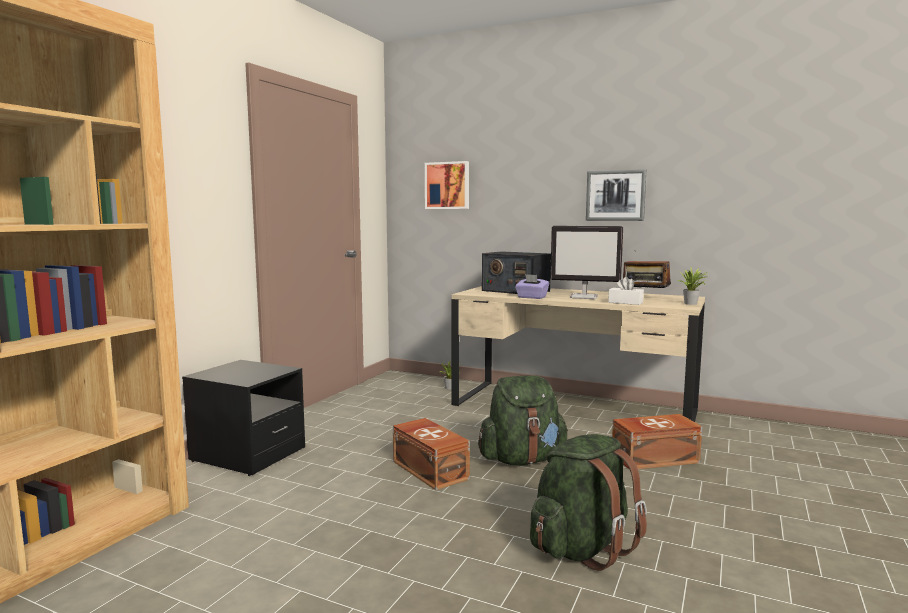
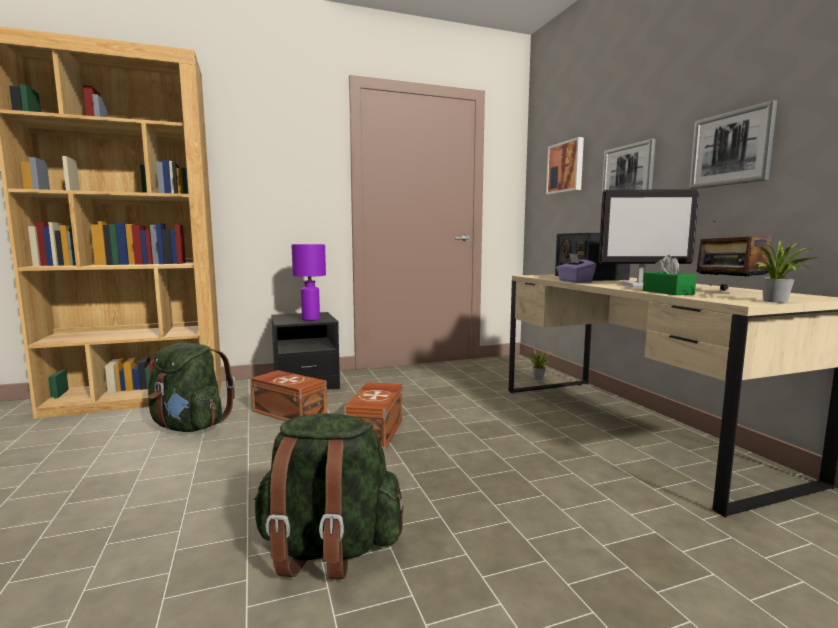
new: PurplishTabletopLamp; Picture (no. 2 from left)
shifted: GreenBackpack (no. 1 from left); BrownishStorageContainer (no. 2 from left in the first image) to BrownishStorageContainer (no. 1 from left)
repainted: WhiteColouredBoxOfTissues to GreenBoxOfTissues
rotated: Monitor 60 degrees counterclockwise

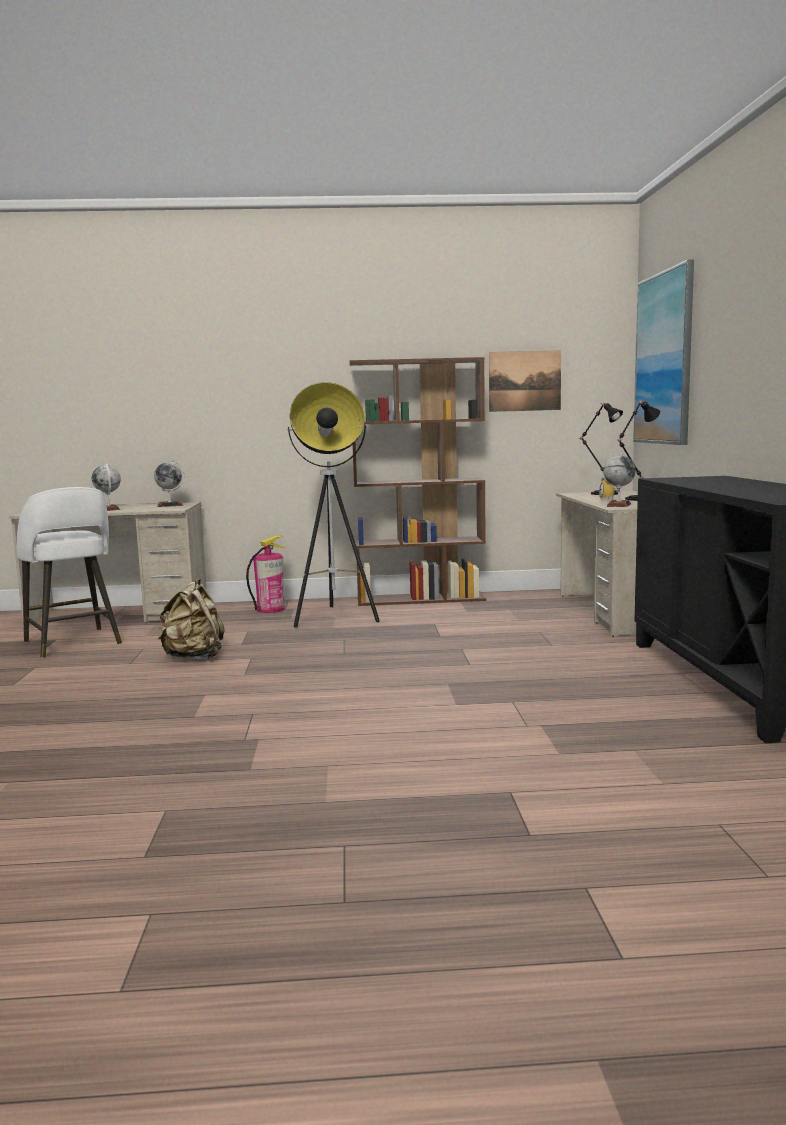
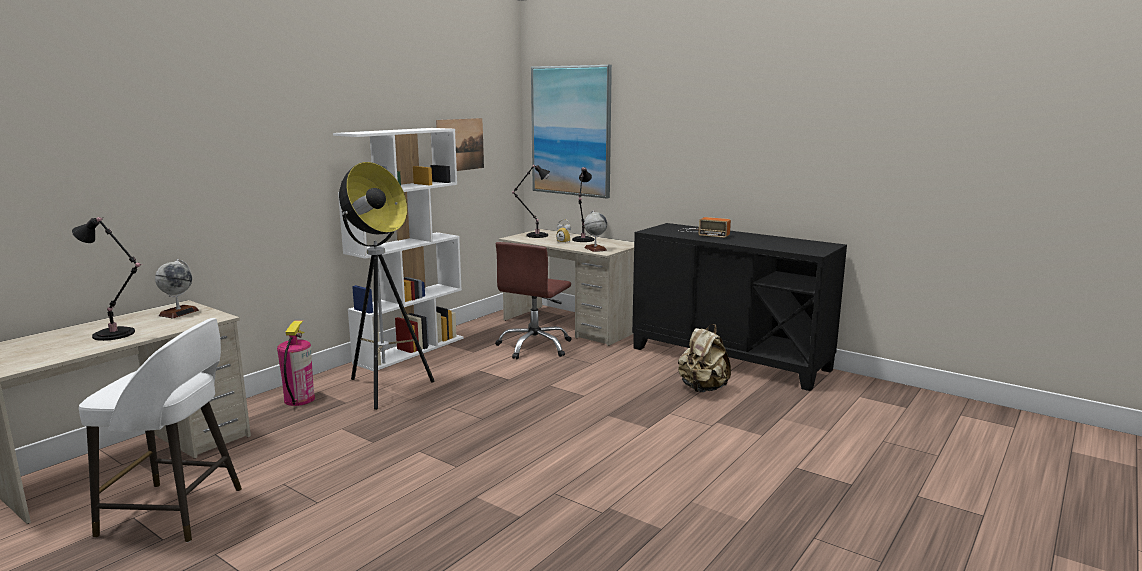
new: BrownishDeskChair; RadioReceiver
shifted: SandColouredBackpack
swapped: Globe (no. 1 from left) to BlackishTabletopLamp (no. 1 from left)
repainted: BrownishBookcase to WhiteColouredBookcase

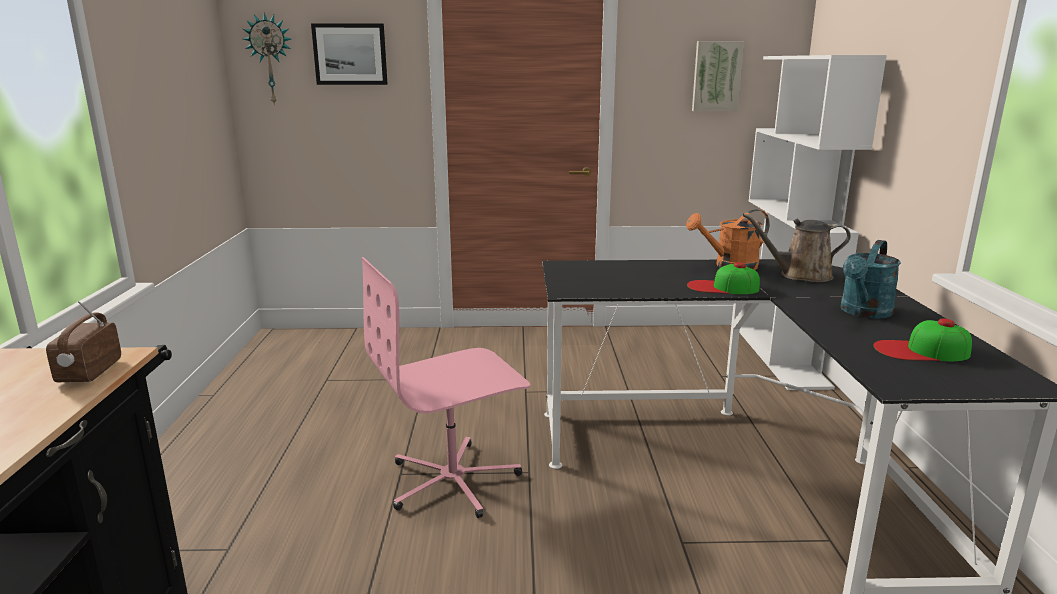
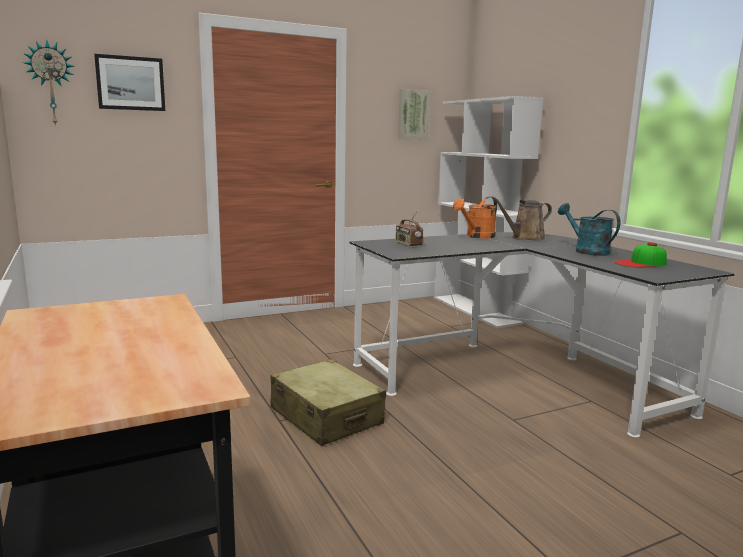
gone: BaseballCap (no. 1 from left)
shifted: RadioReceiver
swapped: PinkDeskChair to SandColouredSuitcase
rotated: TurquoiseWateringPot 135 degrees clockwise

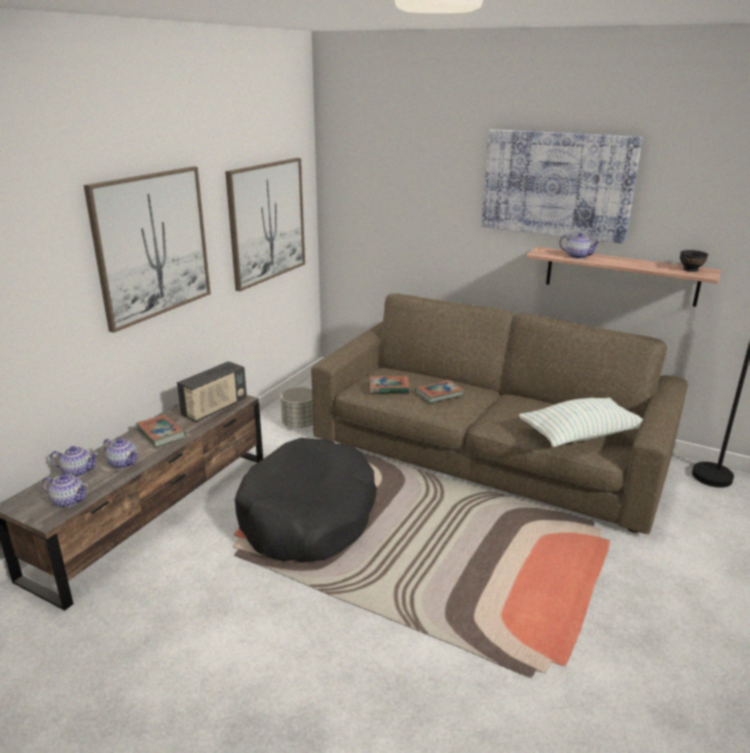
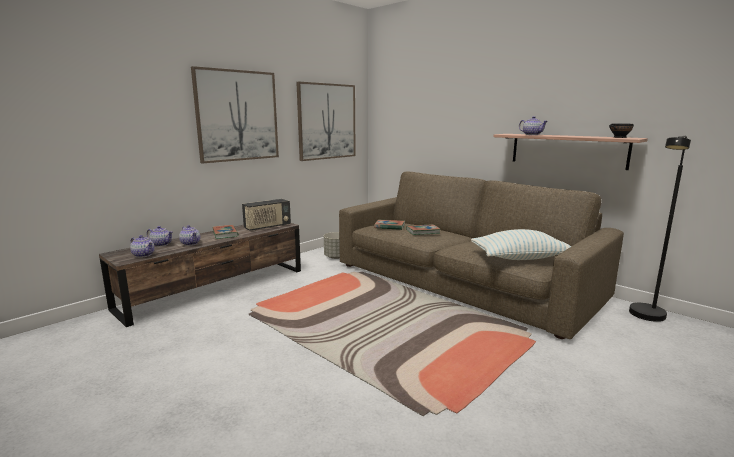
gone: BlackishDogBed; Picture (no. 3 from left)

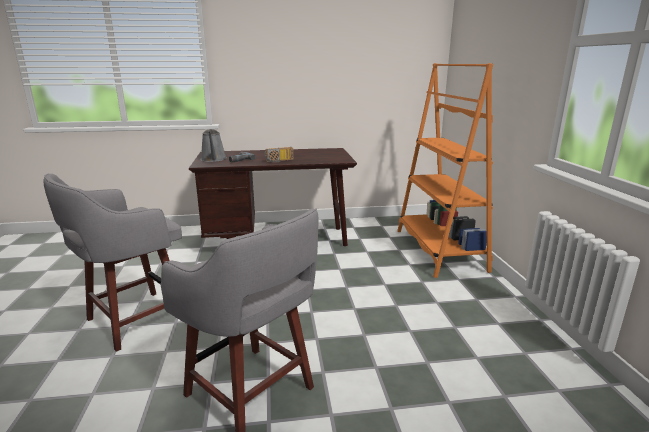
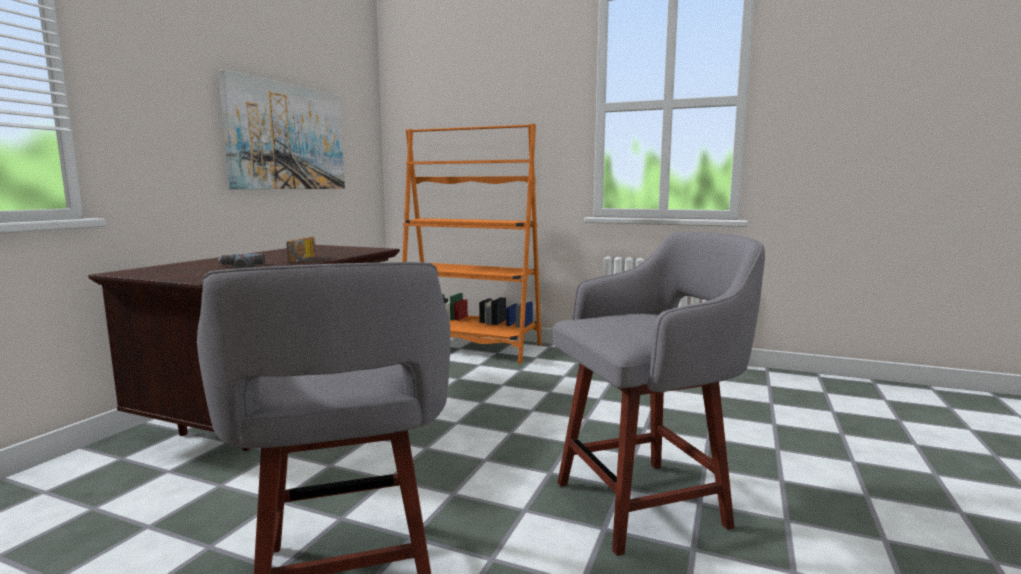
gone: GreyishWateringPot
new: Picture

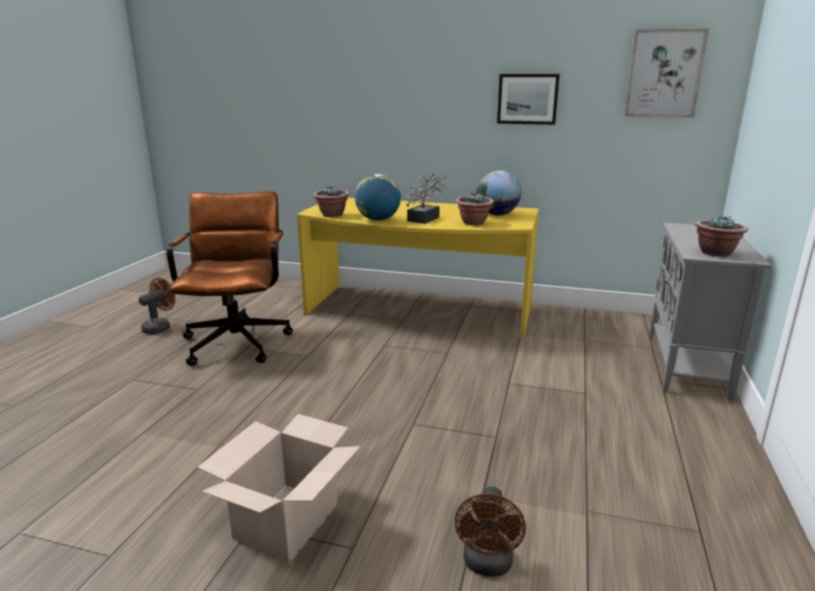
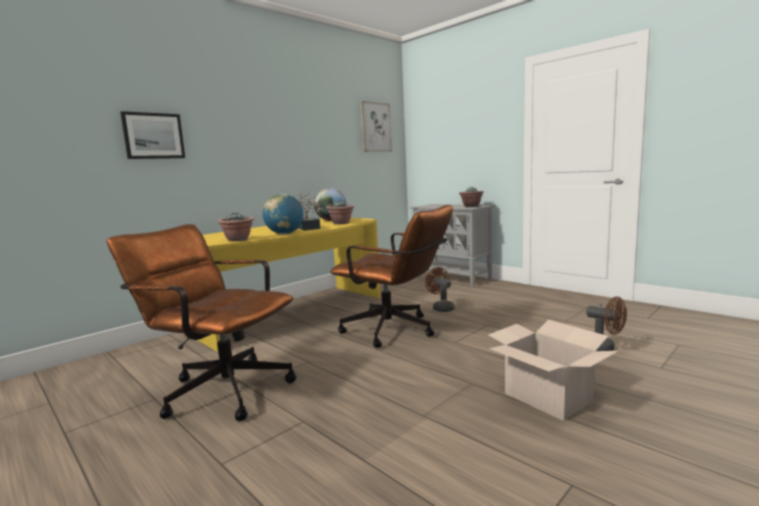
new: BrownishDeskChair (no. 2 from left)
shifted: Picture (no. 1 from left); BrownishFan (no. 1 from left)

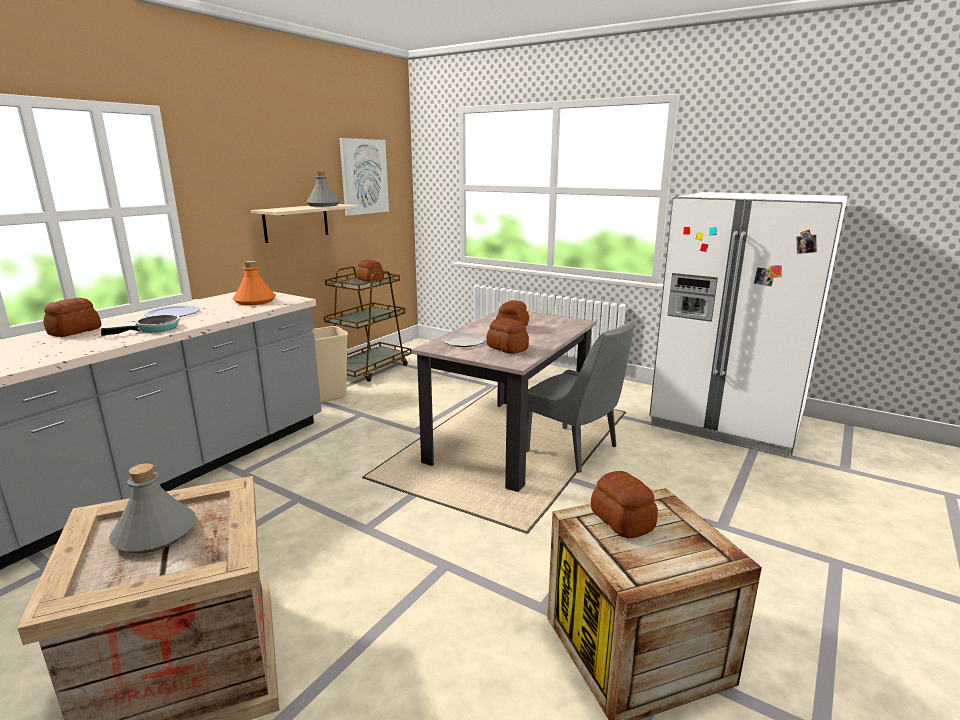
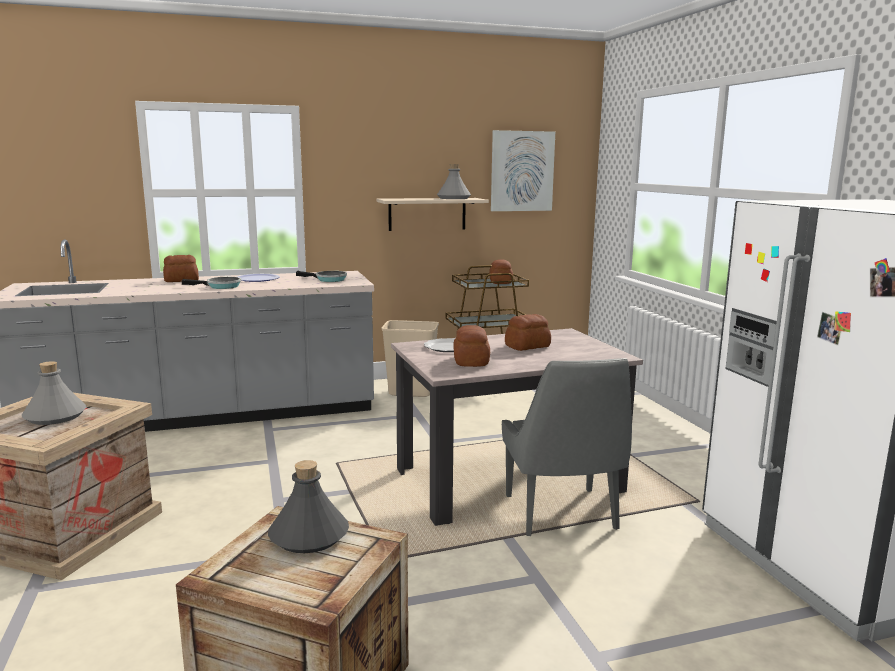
swapped: Bread (no. 5 from left) to GreyishBottle (no. 2 from left); OrangeColouredBottle to Pan (no. 2 from left)

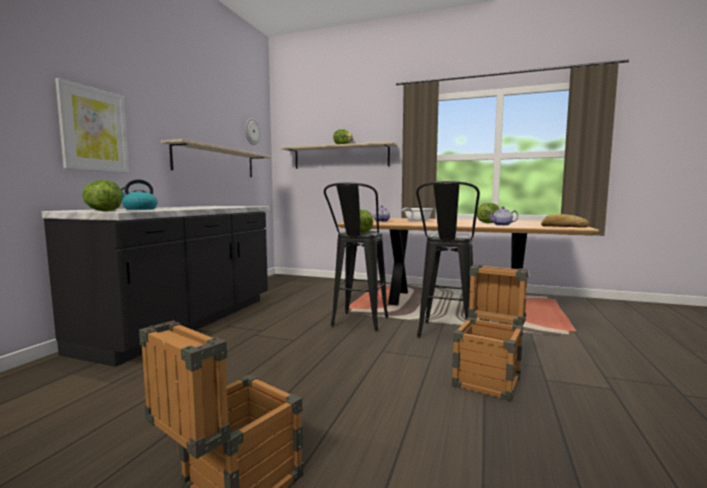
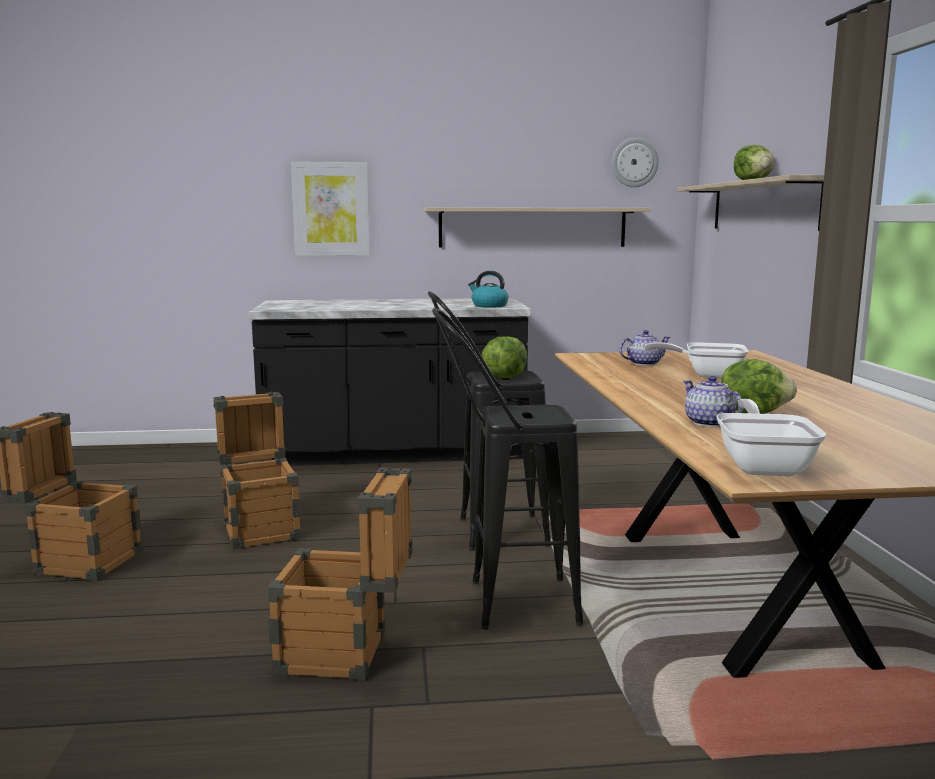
gone: Lettuce (no. 1 from left)
new: PackingCrate (no. 2 from left)
shifted: WaterKettle
swapped: Bread to Pan (no. 2 from left)

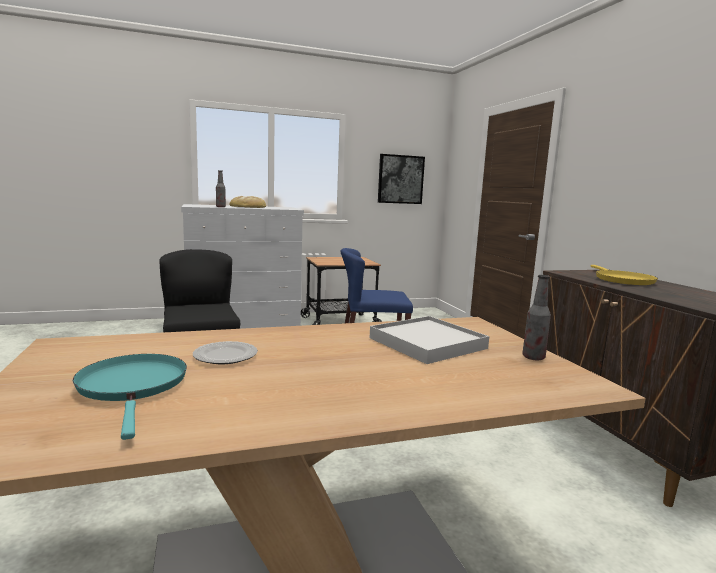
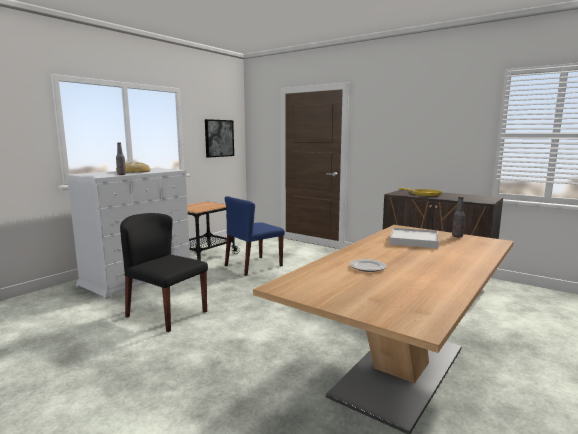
gone: TurquoisePan

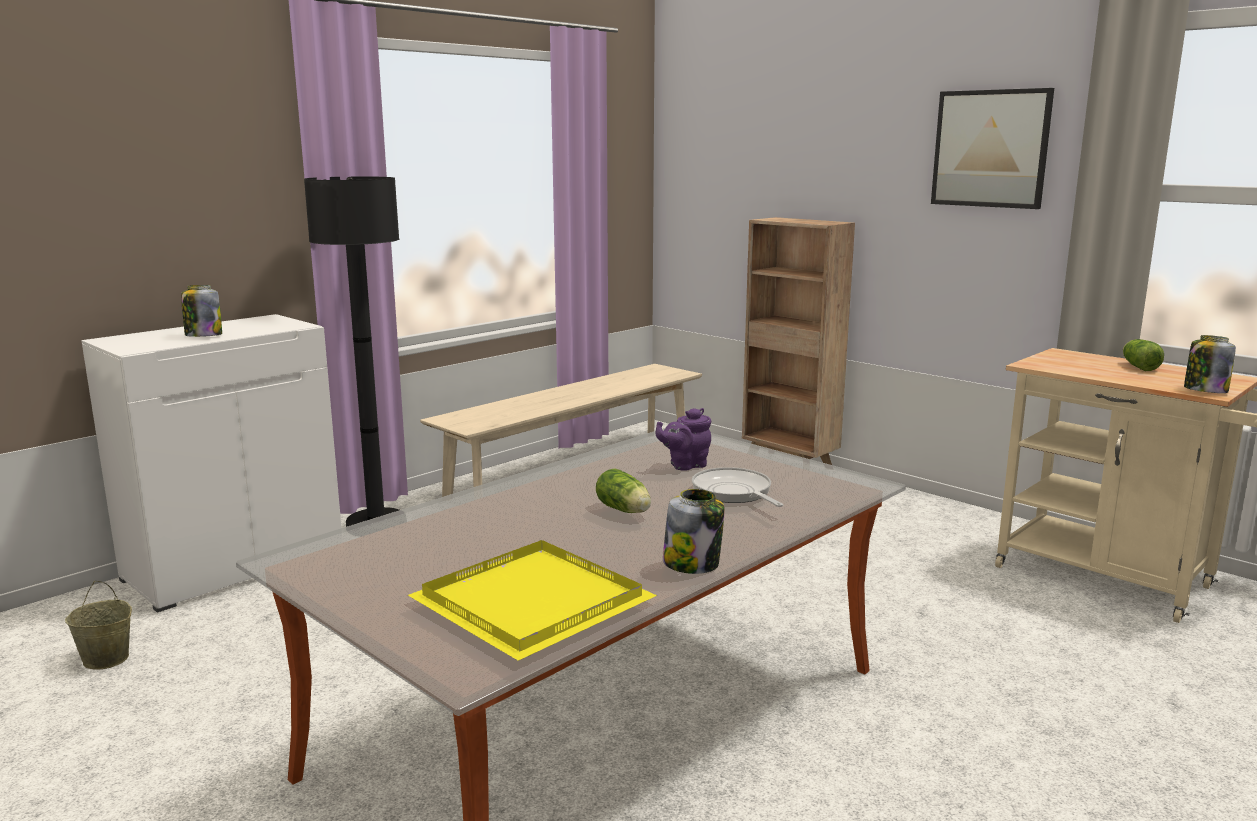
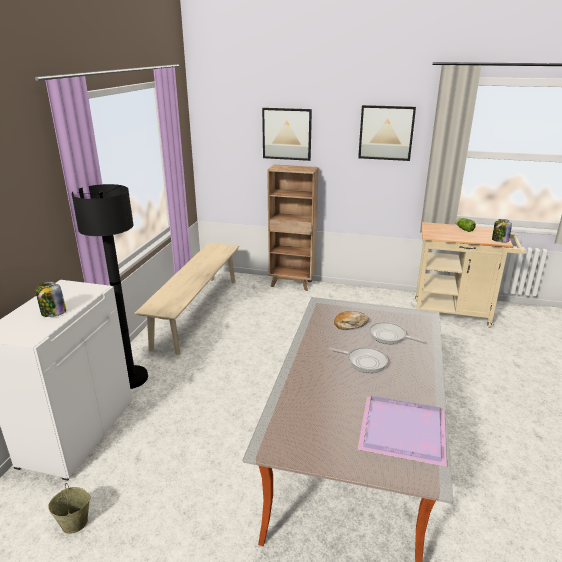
gone: PreserveJar (no. 2 from left)
new: Picture (no. 1 from left)
swapped: Lettuce (no. 1 from left) to Pan (no. 1 from left); PurplishTeapot to Bread
repainted: YellowServingTray to PurplishServingTray

